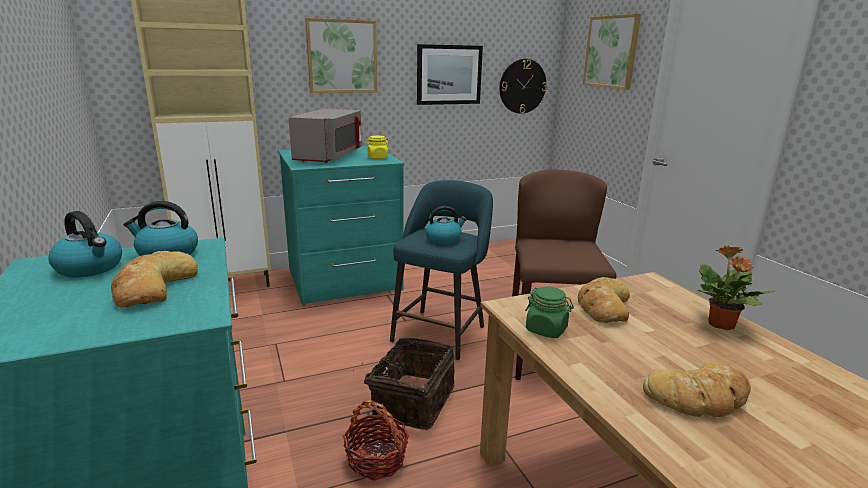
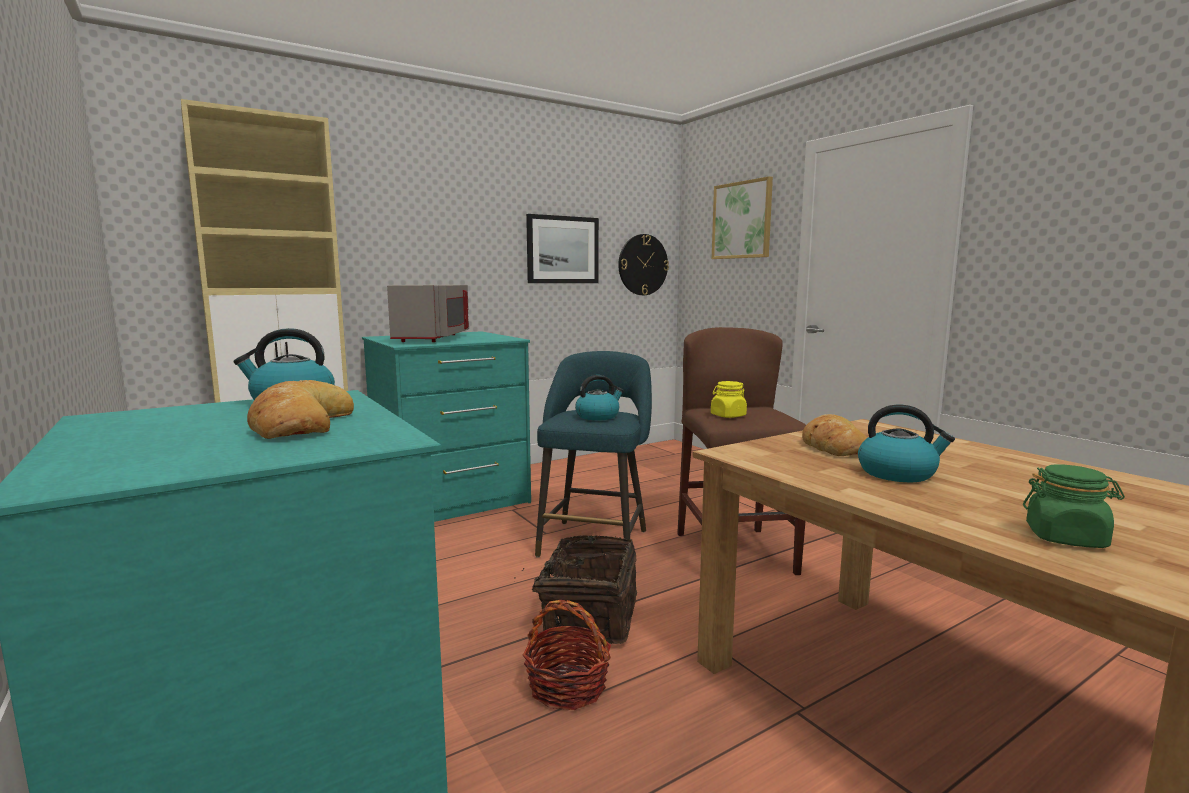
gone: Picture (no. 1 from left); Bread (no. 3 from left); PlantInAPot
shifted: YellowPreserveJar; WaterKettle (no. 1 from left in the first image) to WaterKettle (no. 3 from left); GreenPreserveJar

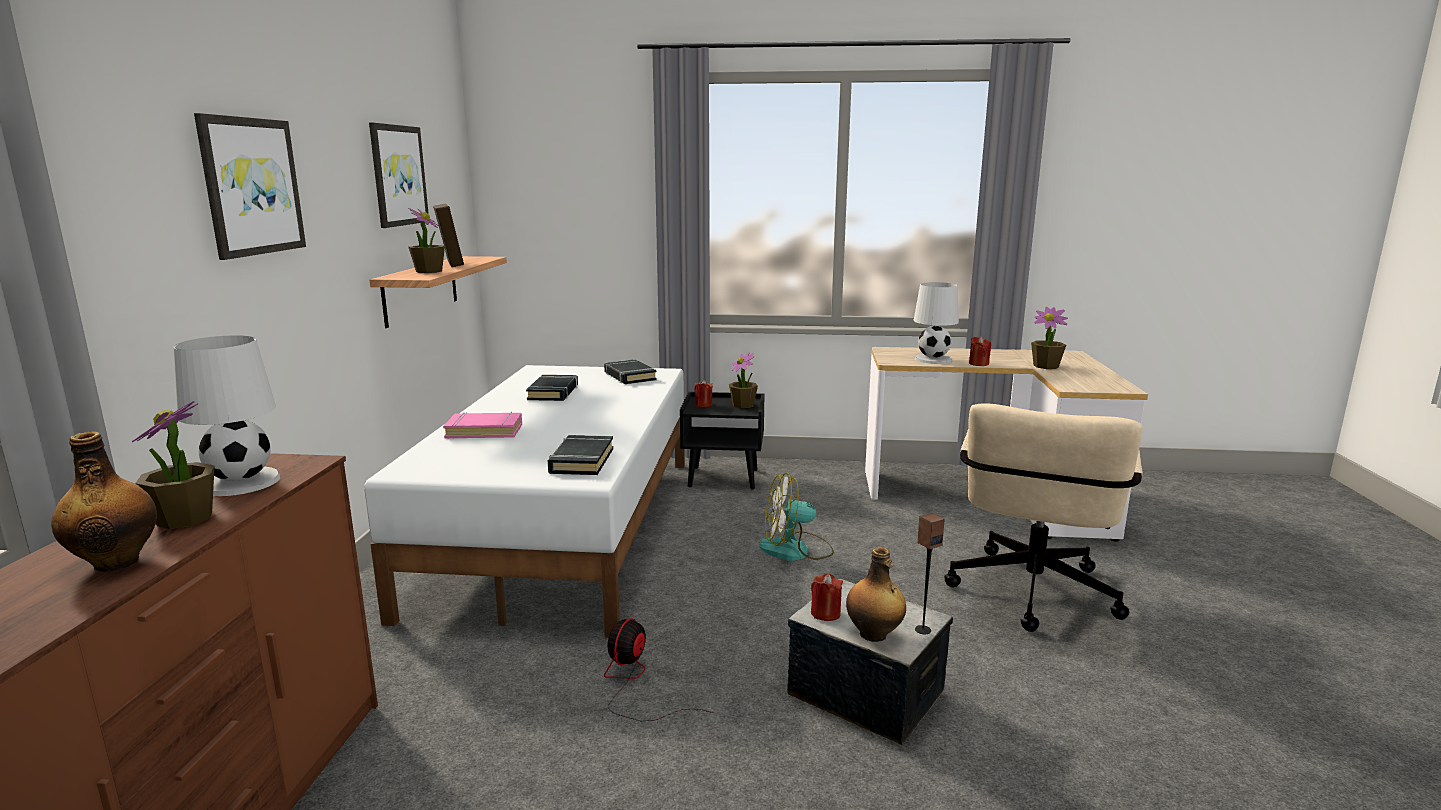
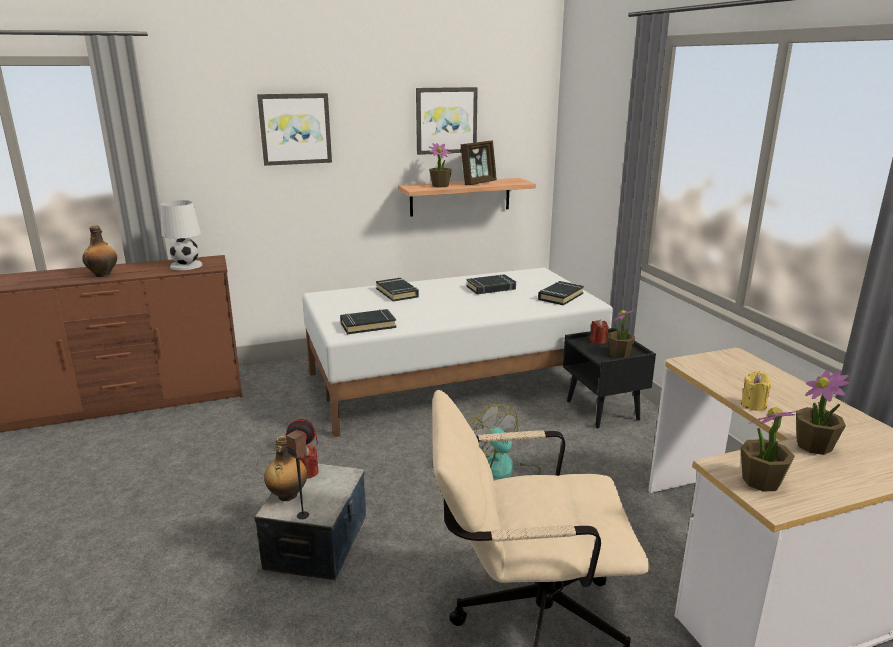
gone: WhiteColouredTabletopLamp (no. 2 from left)
shifted: PlantInAPot (no. 1 from left in the first image) to PlantInAPot (no. 3 from left)
repainted: PinkBook to BlackishBook (no. 2 from left); ReddishCandle (no. 3 from left) to YellowCandle

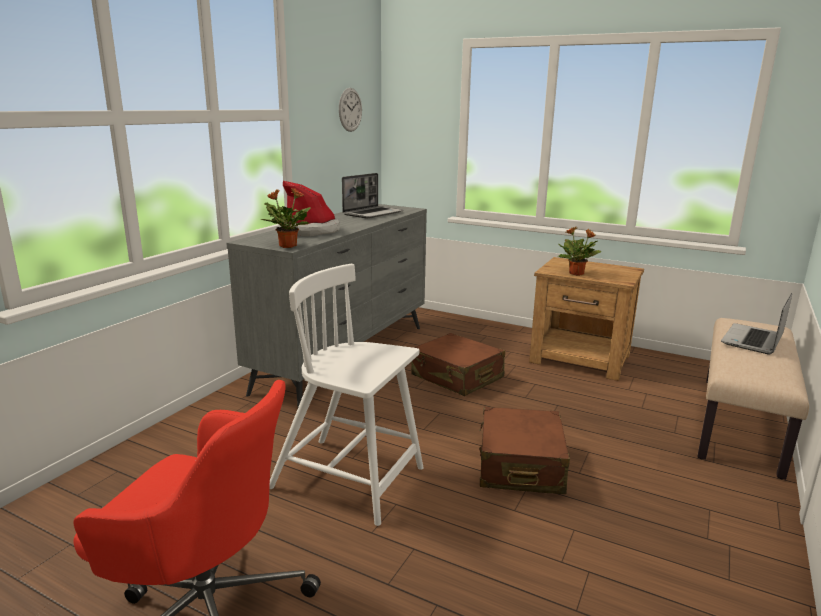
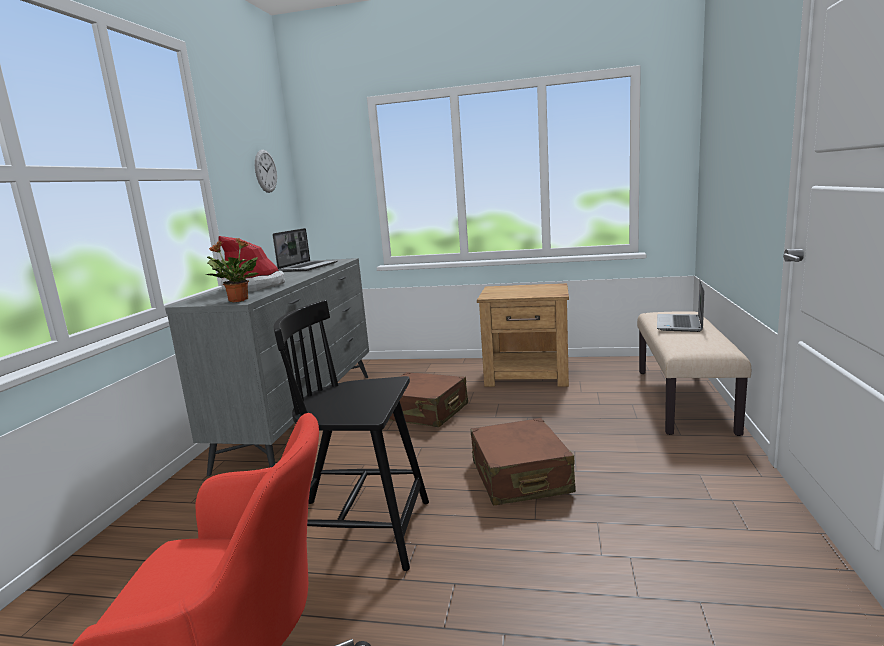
gone: PlantInAPot (no. 2 from left)
repainted: WhiteColouredPlainChair to BlackishPlainChair

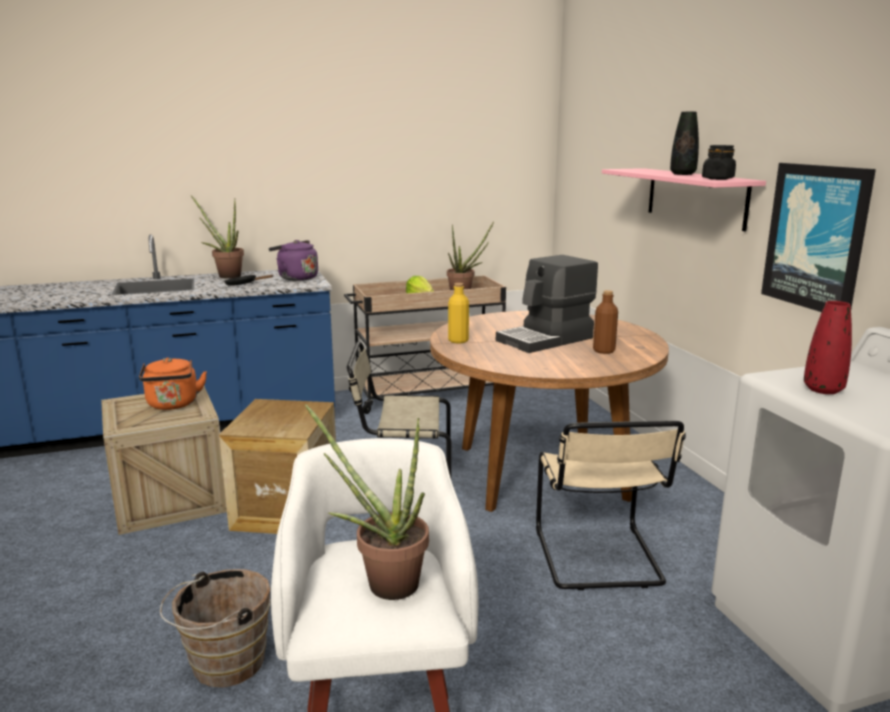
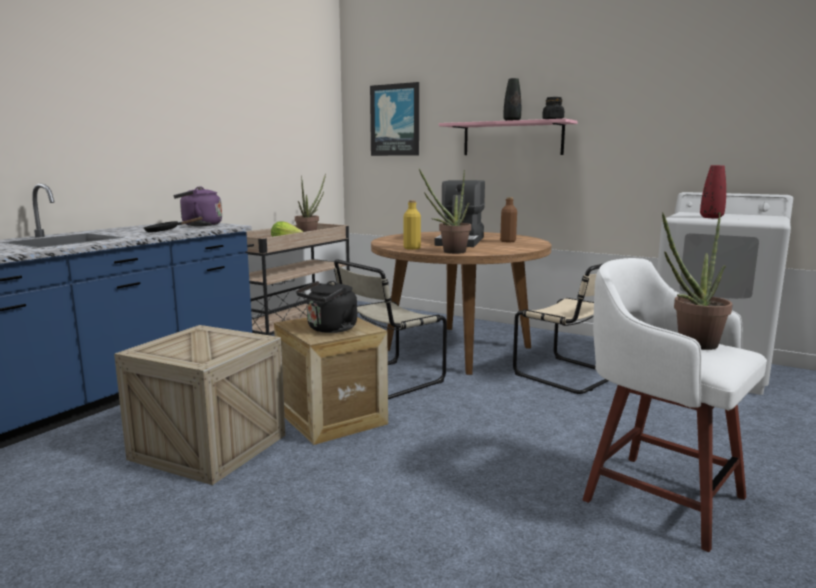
gone: OrangeColouredWaterKettle; BrownishBucket
new: BlackishWaterKettle
shifted: Picture; PlantInAPot (no. 1 from left in the first image) to PlantInAPot (no. 2 from left)

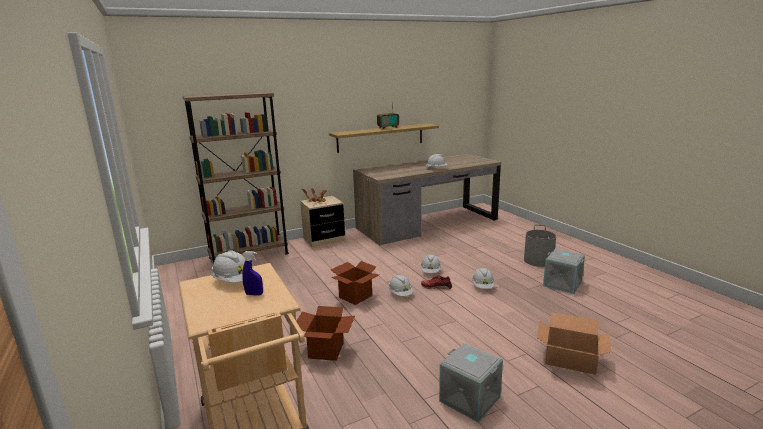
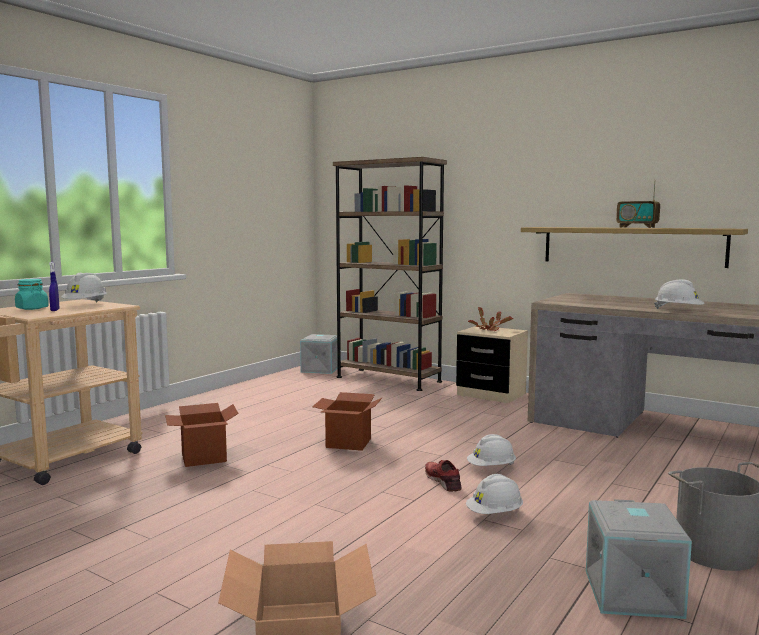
gone: WhiteColouredSafetyHelmet (no. 2 from left)
new: TurquoisePreserveJar
shifted: GreyishStorageContainer (no. 1 from left)

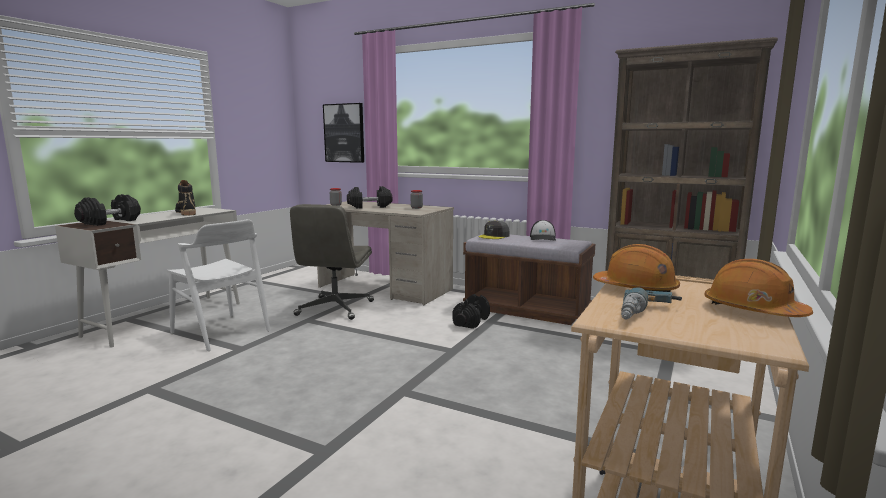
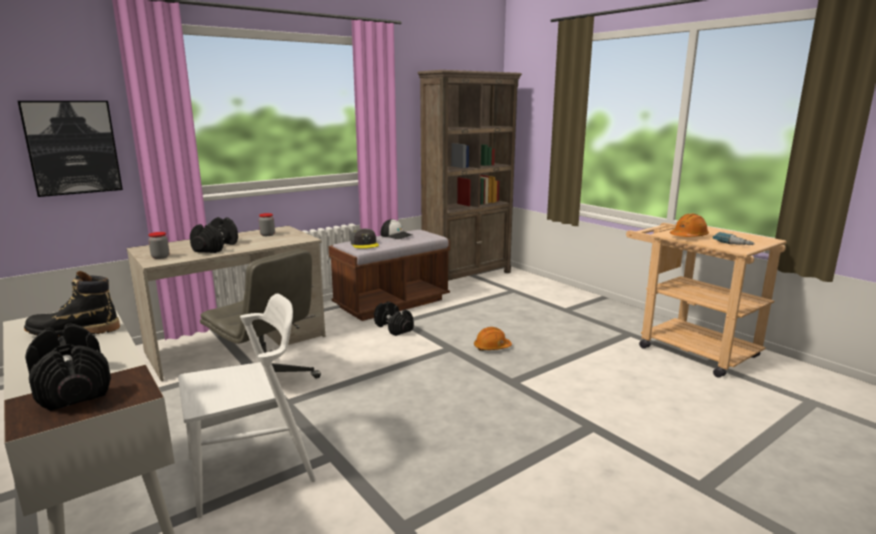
shifted: OrangeColouredSafetyHelmet (no. 2 from left in the first image) to OrangeColouredSafetyHelmet (no. 1 from left)

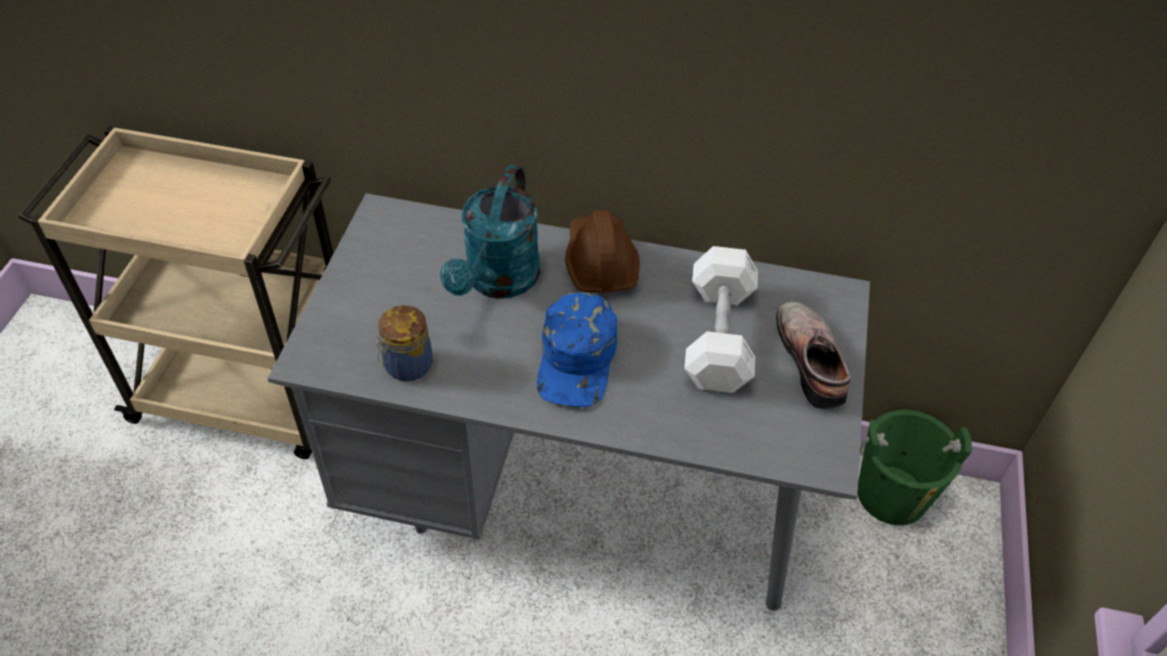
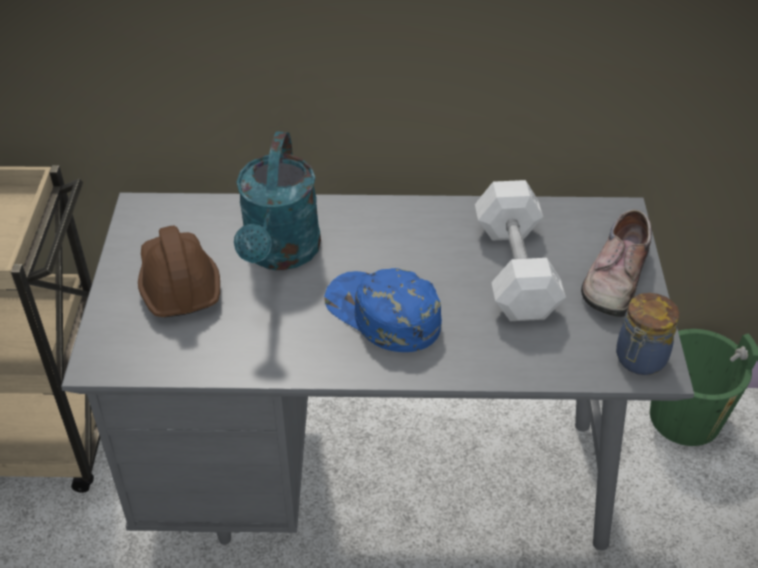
shifted: BrownishSafetyHelmet; PreserveJar
rotated: BlueBaseballCap 135 degrees clockwise; LowShoe 135 degrees counterclockwise

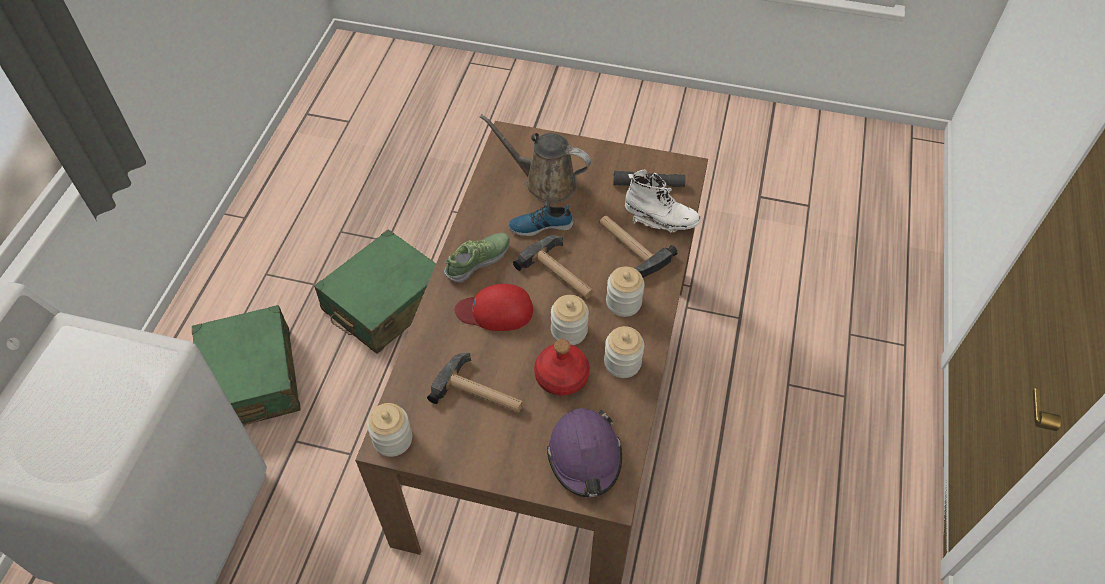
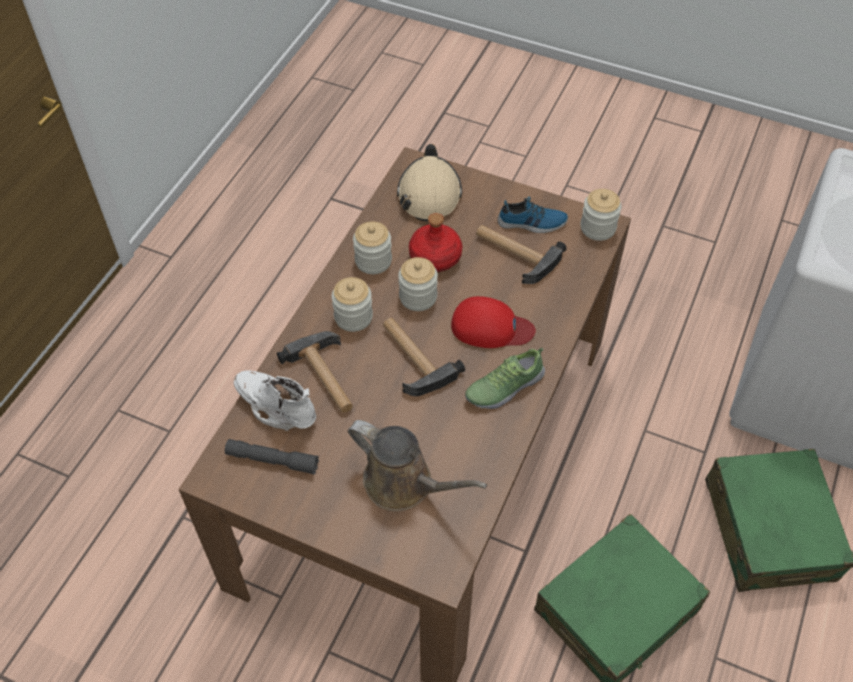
shifted: LowShoe (no. 2 from left)
repainted: PurplishSafetyHelmet to SandColouredSafetyHelmet

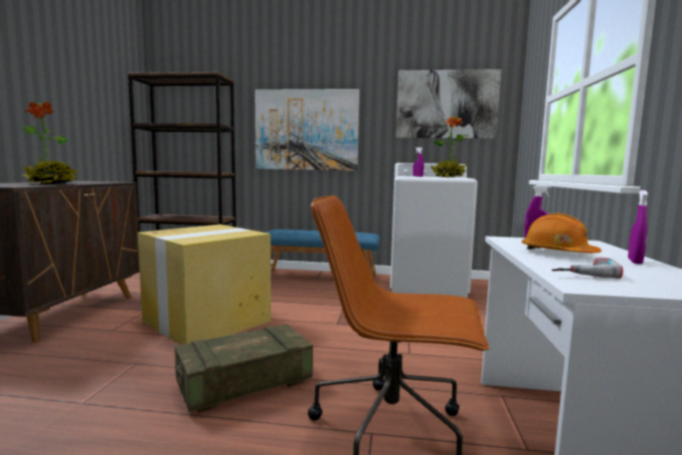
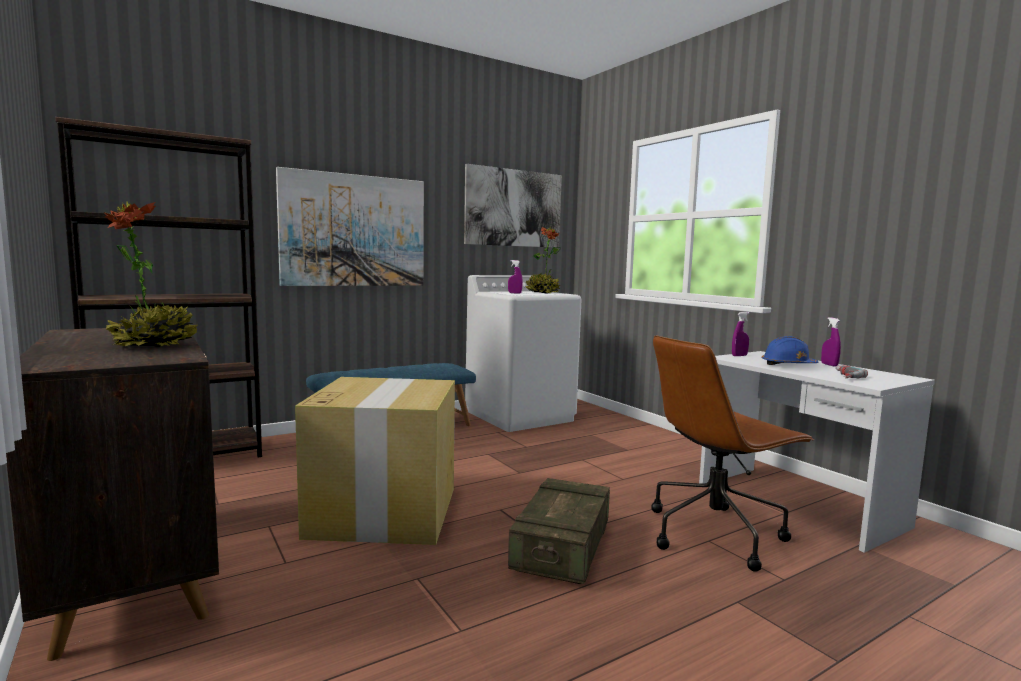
repainted: OrangeColouredSafetyHelmet to BlueSafetyHelmet

